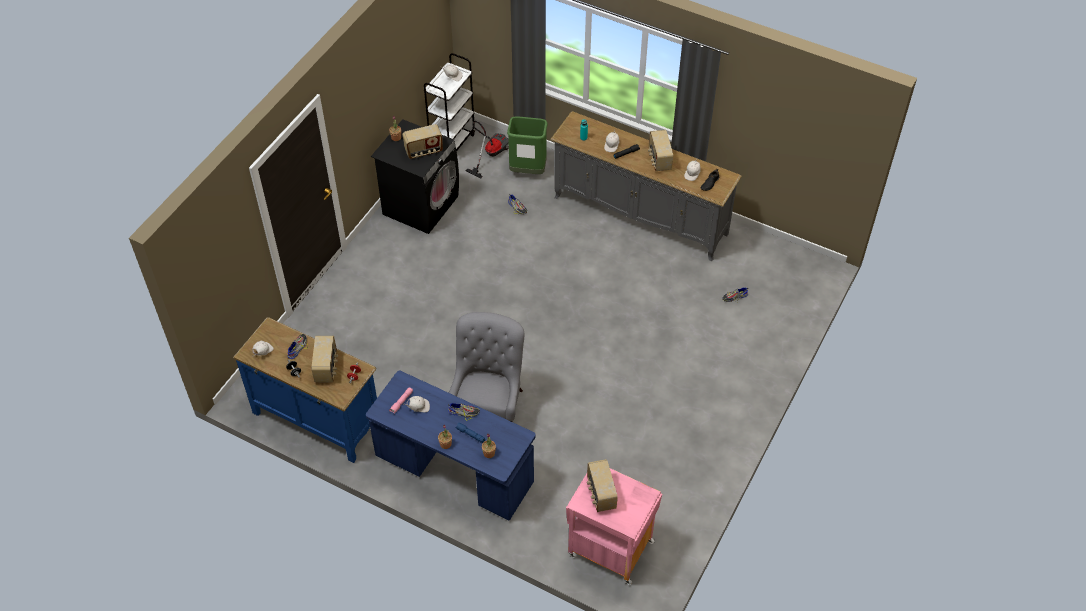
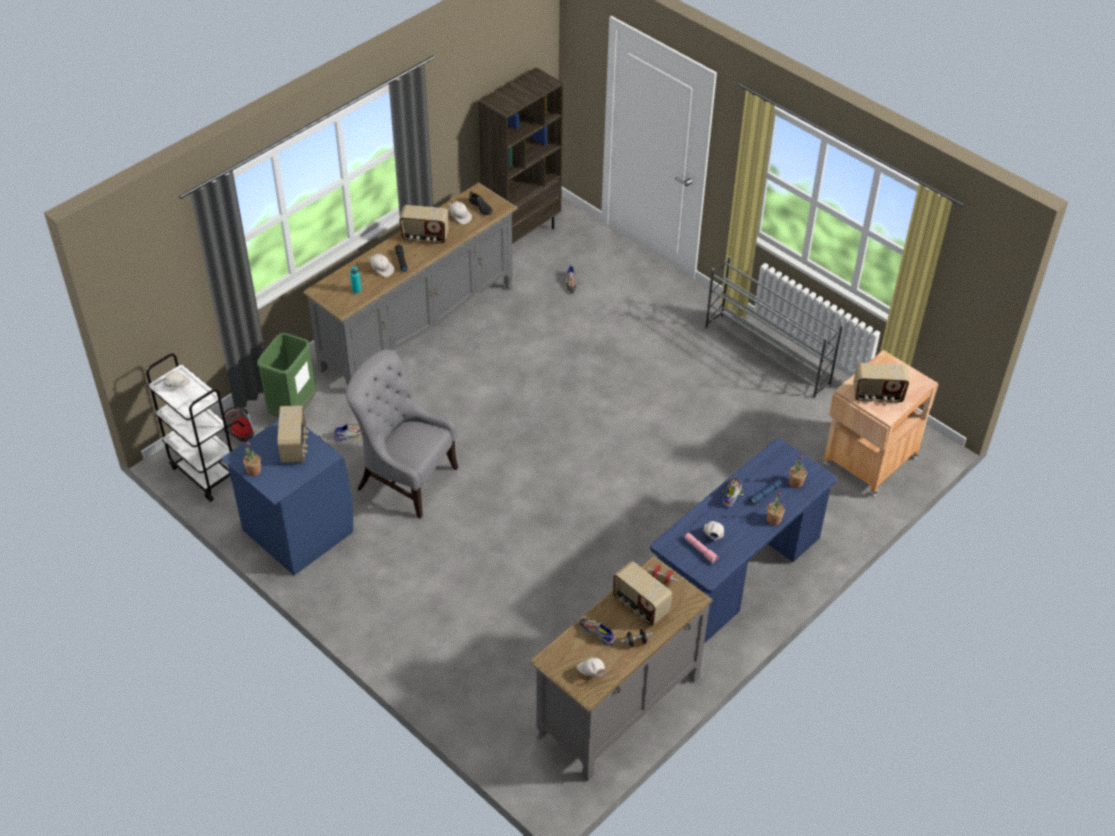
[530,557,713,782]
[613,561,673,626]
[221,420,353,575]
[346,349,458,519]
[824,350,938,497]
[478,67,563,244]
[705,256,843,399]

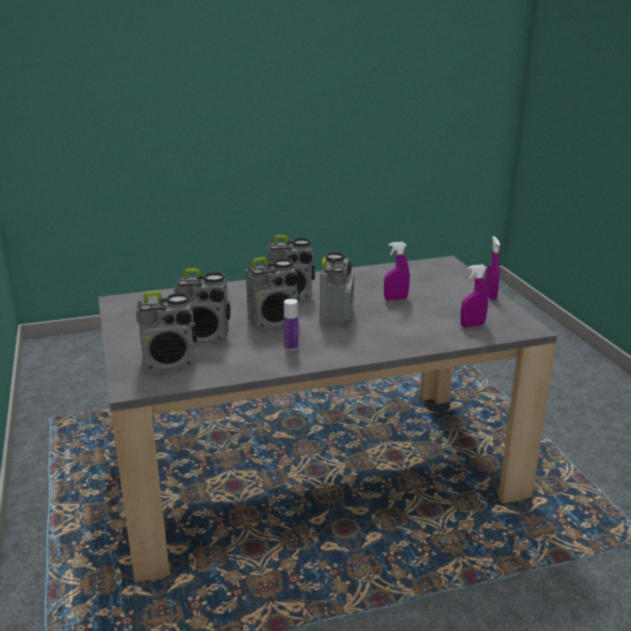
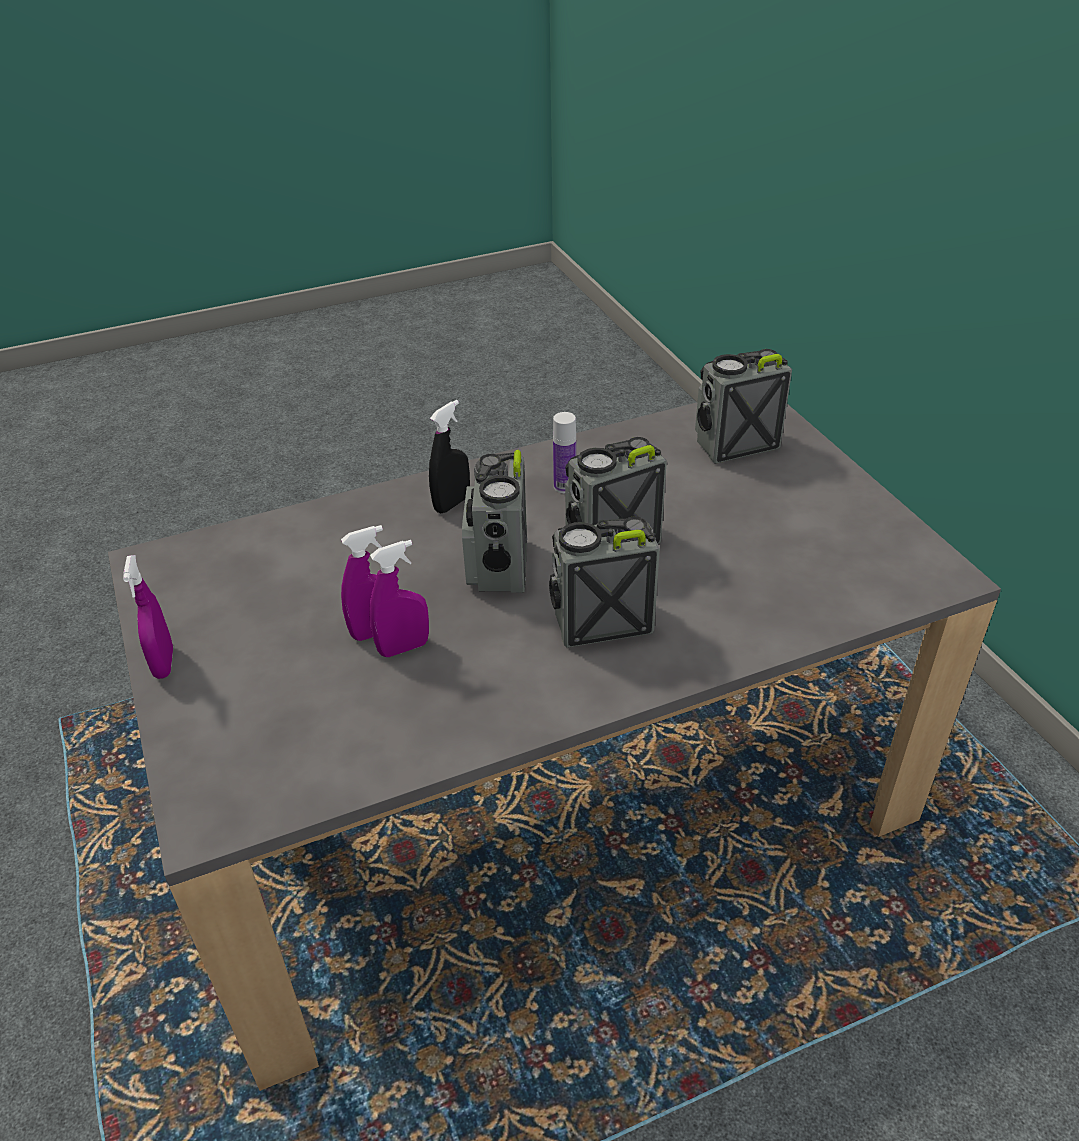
[174,269,230,343] (first image)
[369,540,429,657]
[429,400,470,513]

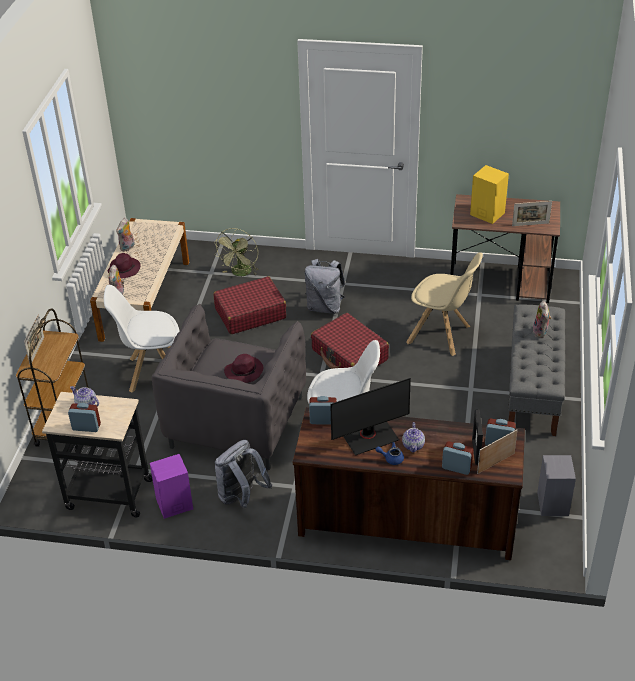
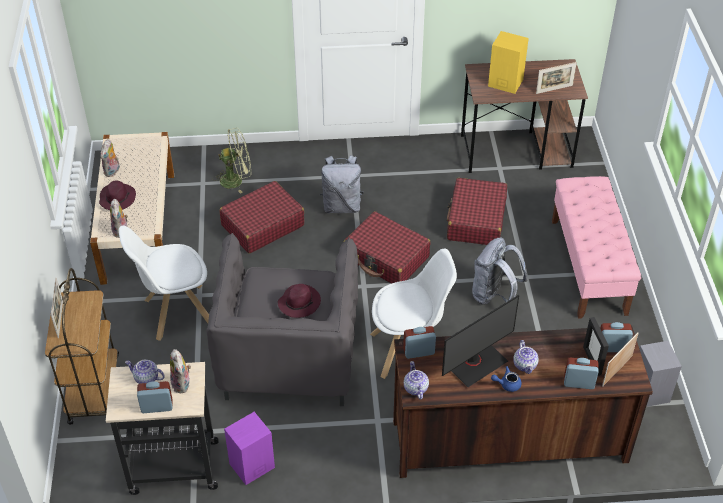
[213,128,251,194]
[472,238,527,305]
[447,178,507,245]
[552,176,641,319]
[170,349,191,393]
[404,361,429,400]

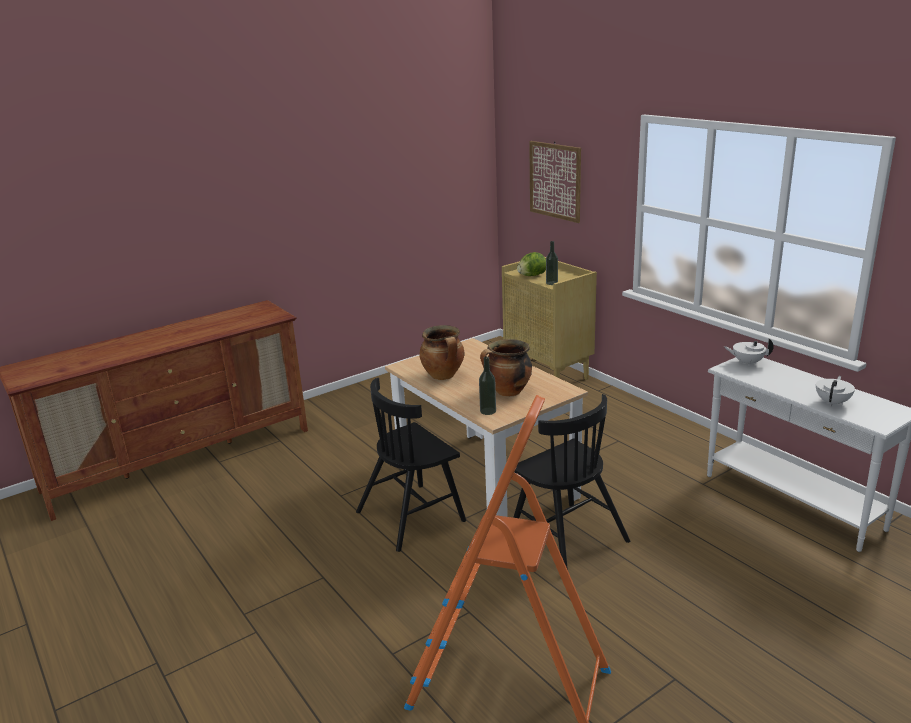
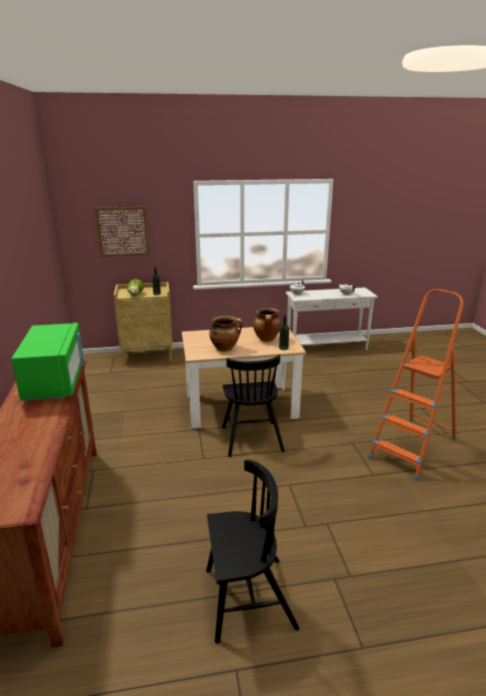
[206,460,300,644]
[11,323,84,401]

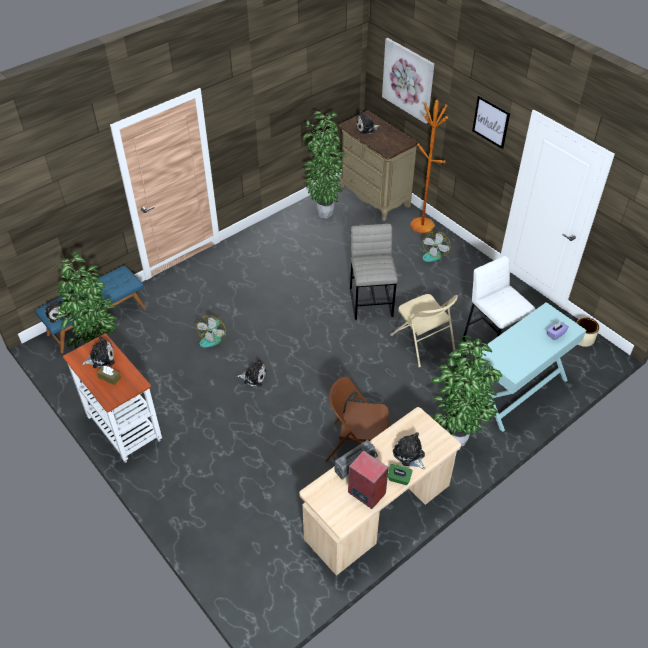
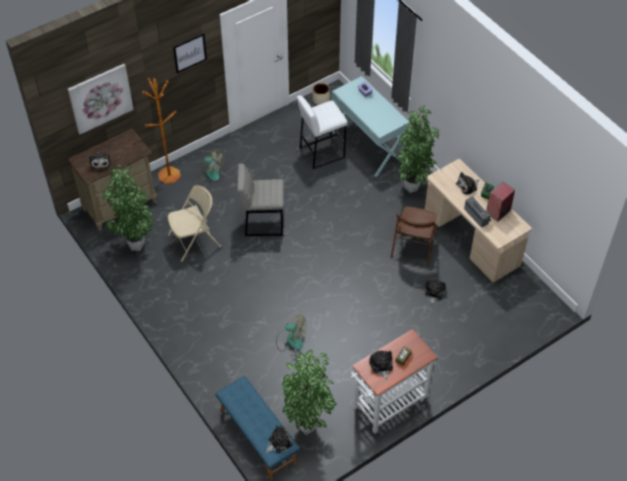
[425,279,445,305]
[168,185,221,262]

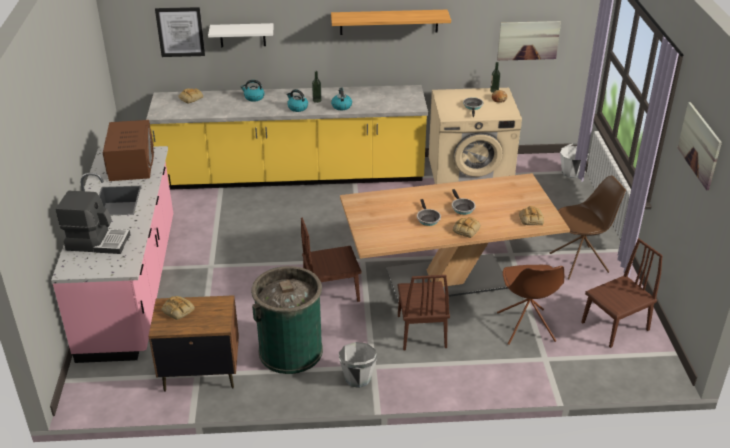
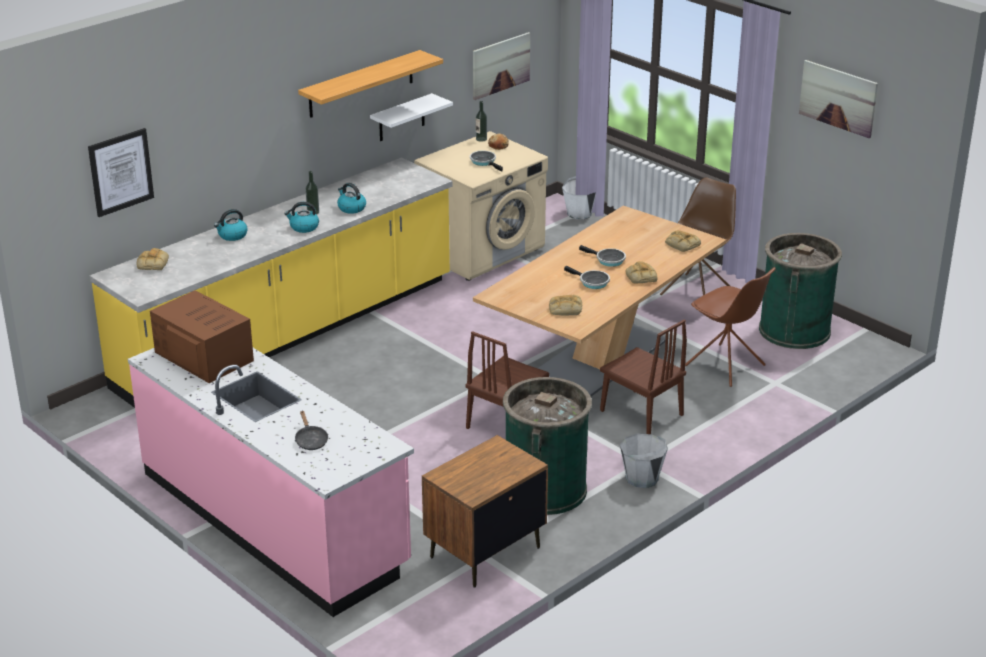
[295,411,328,450]
[549,295,582,315]
[370,93,453,141]
[759,233,842,349]

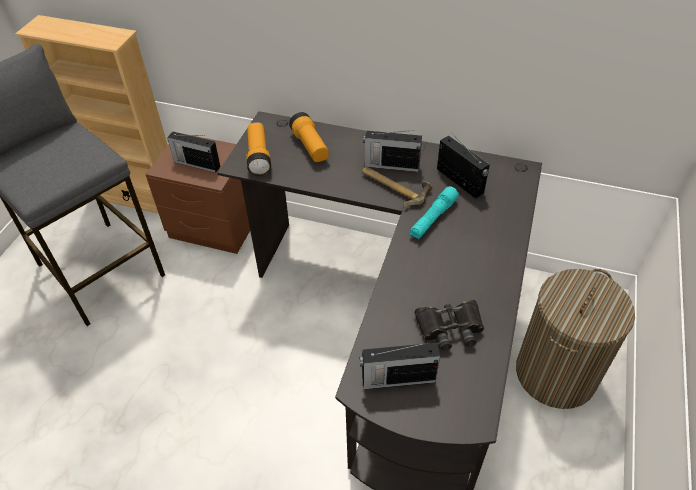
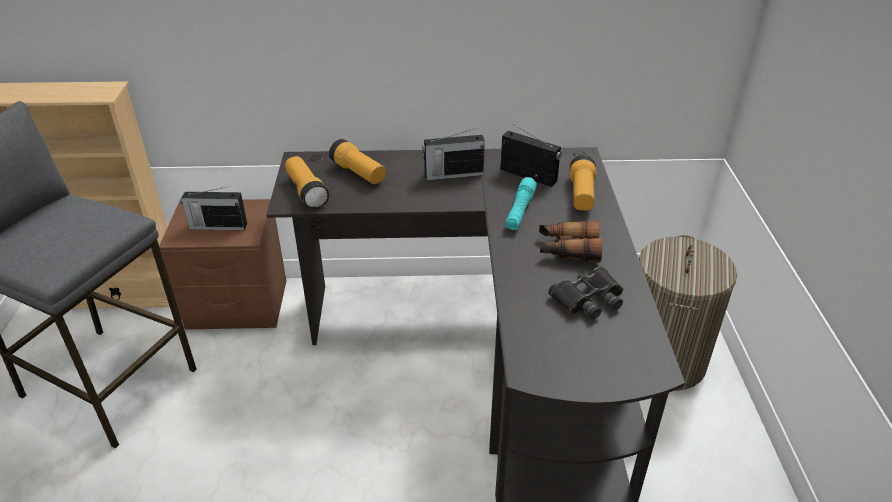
[359,342,440,389] (first image)
[362,167,432,207] (first image)
[539,221,602,263]
[570,155,596,211]

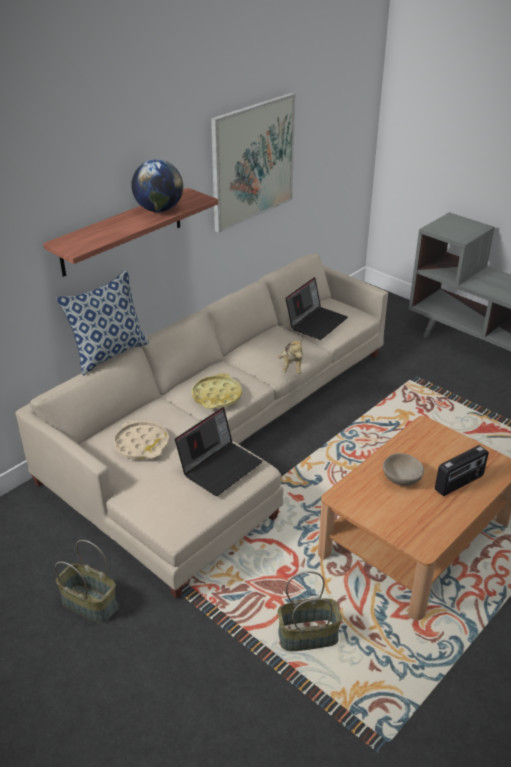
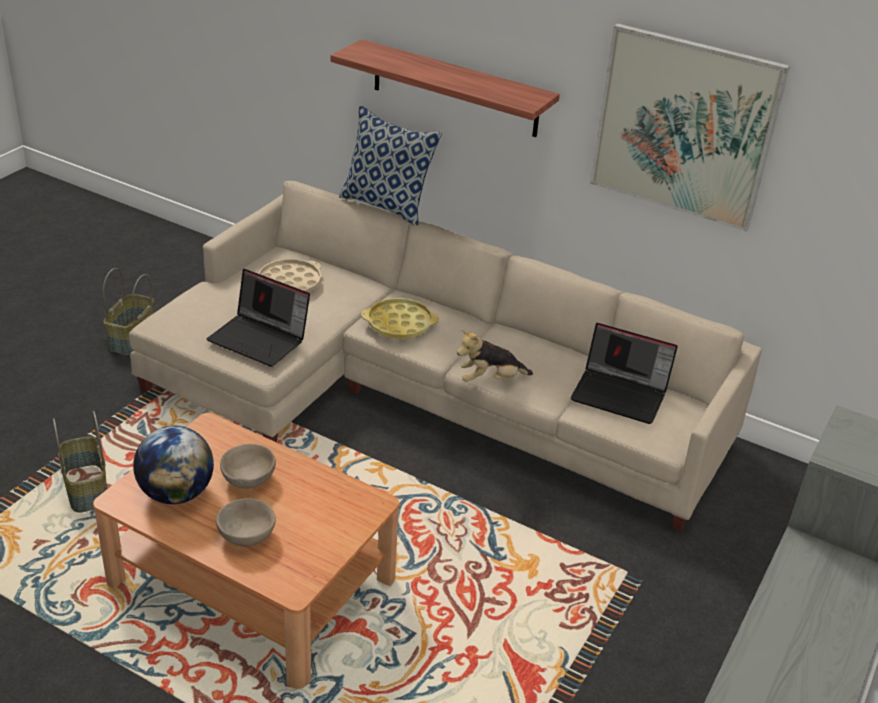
[133,426,214,504]
[216,498,276,547]

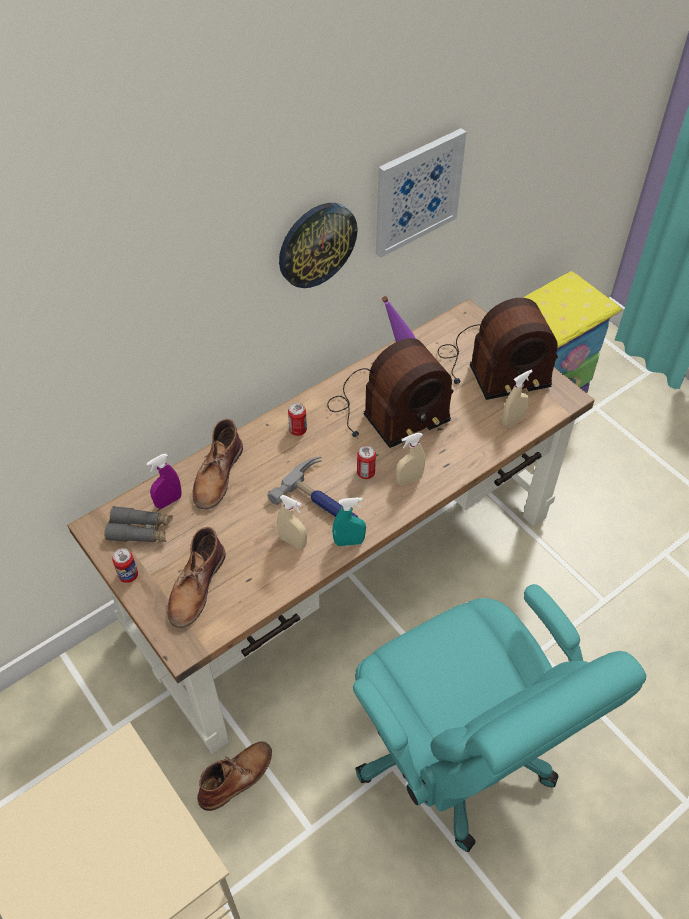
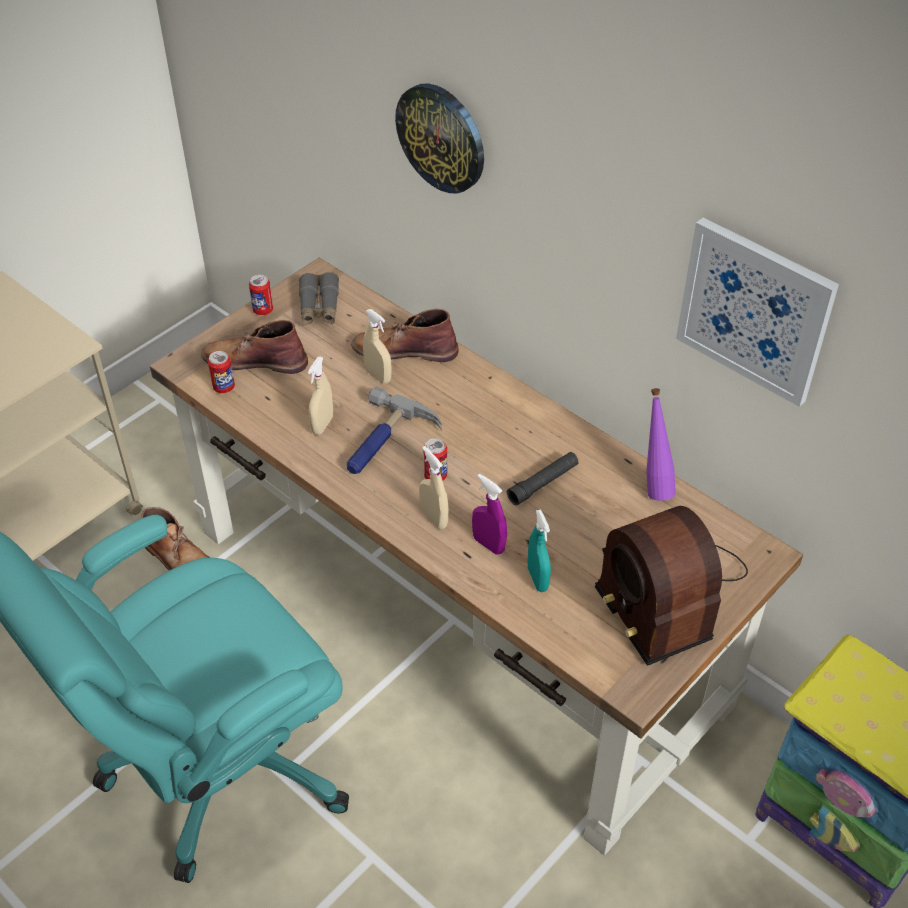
[472,474,507,554]
[395,83,484,193]
[208,351,235,393]
[507,452,579,506]
[528,509,551,592]
[363,309,392,384]

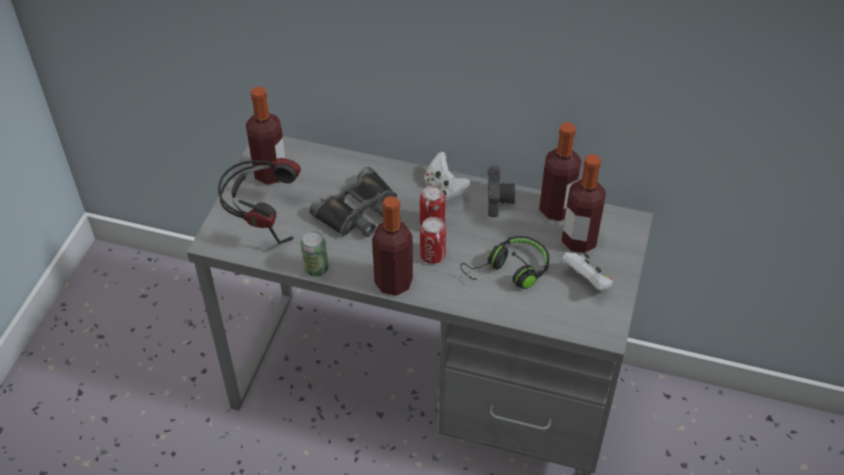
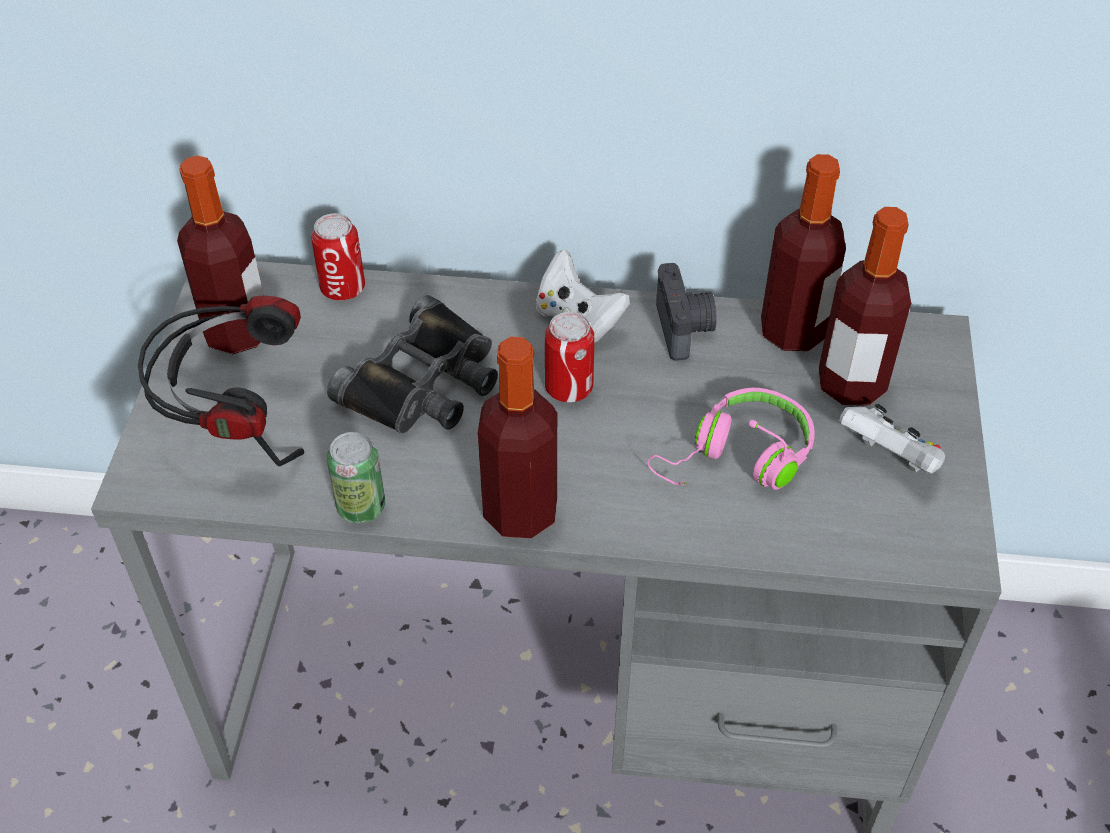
[311,213,365,301]
[647,388,815,490]

